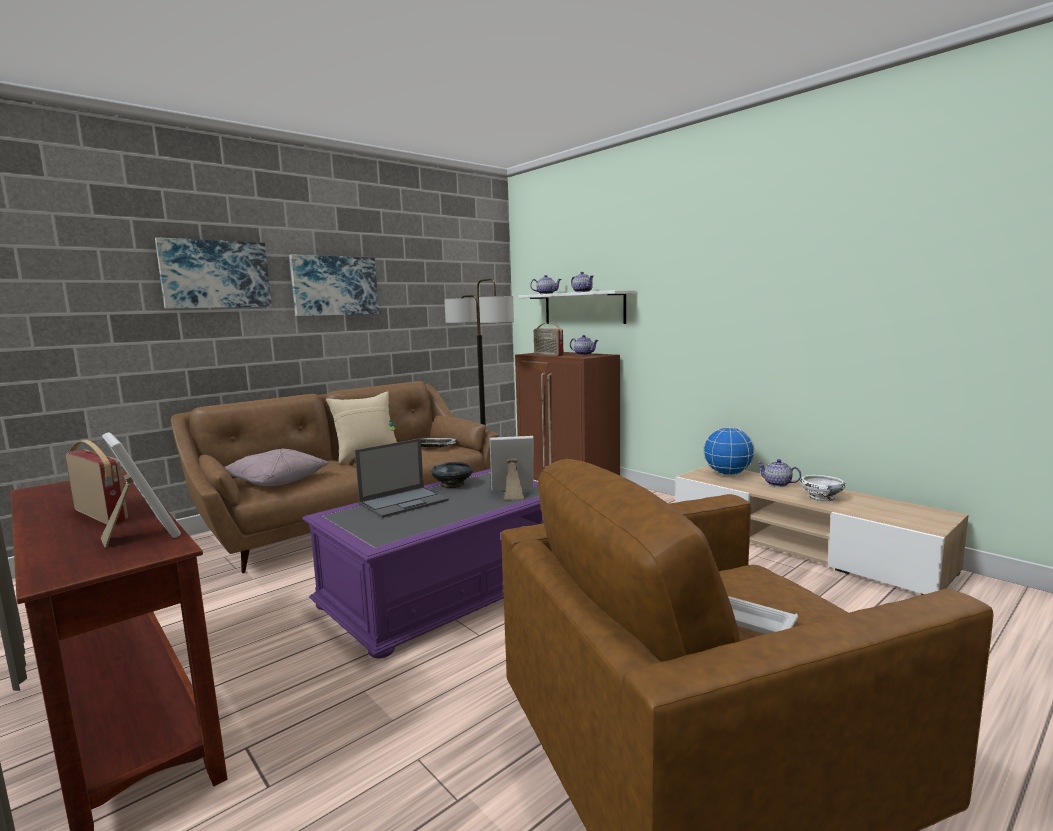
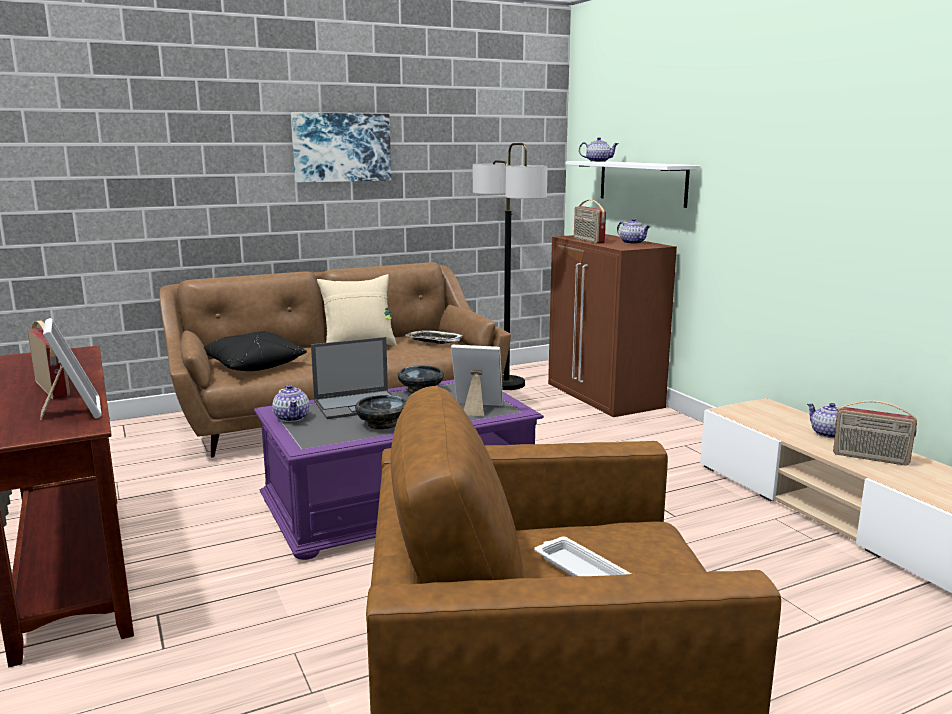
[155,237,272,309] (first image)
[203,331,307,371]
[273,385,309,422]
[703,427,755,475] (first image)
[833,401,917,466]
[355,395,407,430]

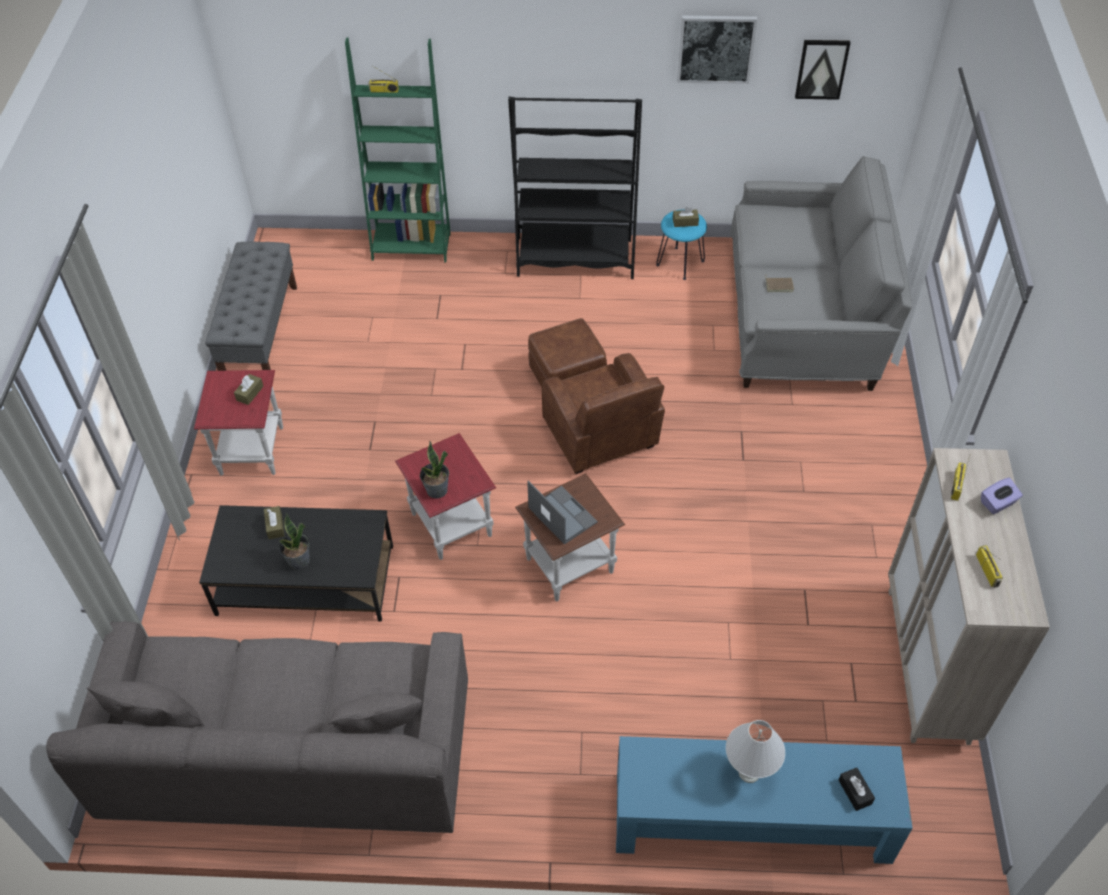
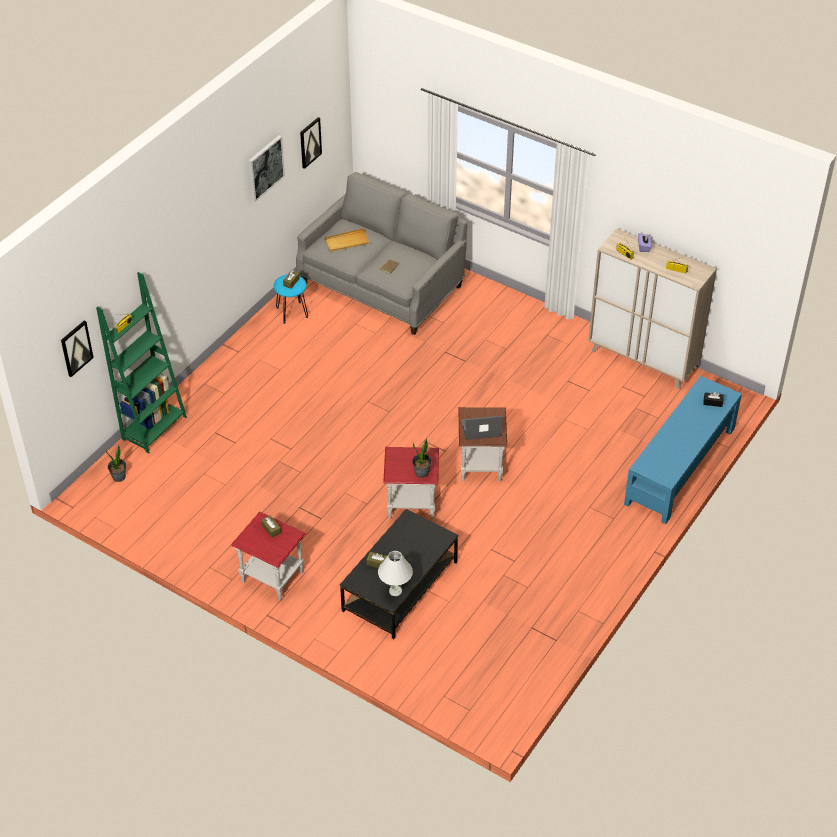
[46,621,468,833] (first image)
[205,242,297,371] (first image)
[106,444,126,482]
[508,97,642,279] (first image)
[528,318,665,474] (first image)
[378,551,413,596]
[61,321,94,377]
[324,228,370,252]

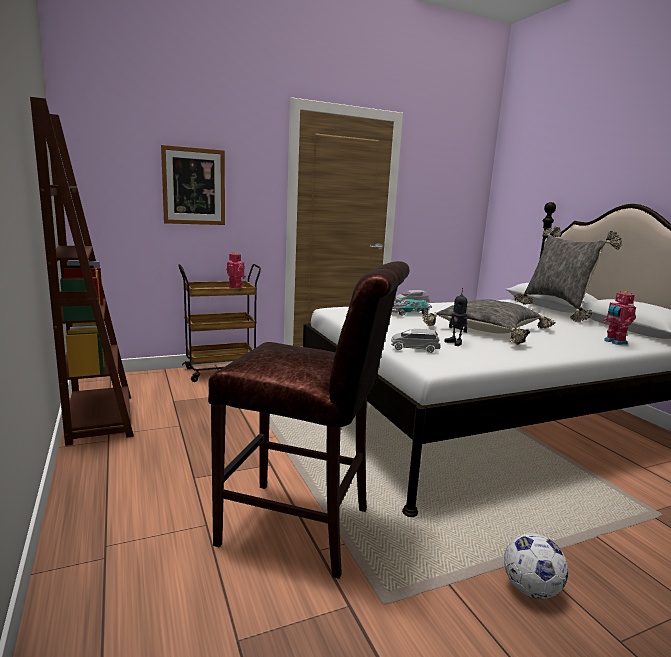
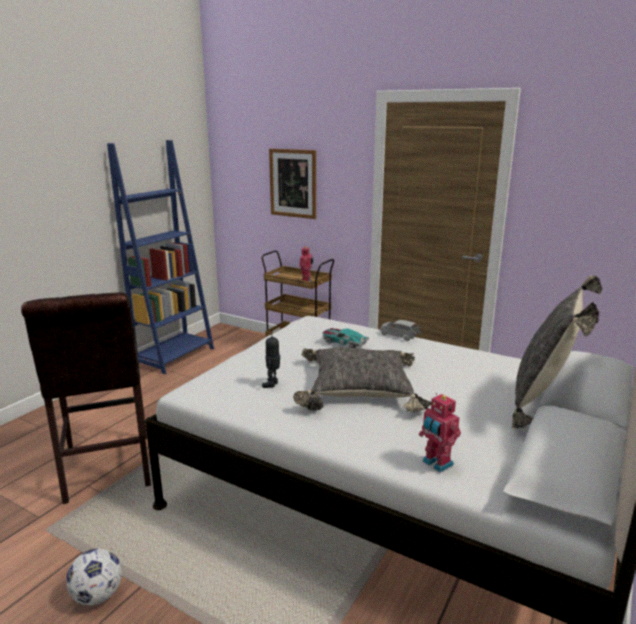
[107,140,214,374]
[391,329,441,353] (first image)
[419,393,461,472]

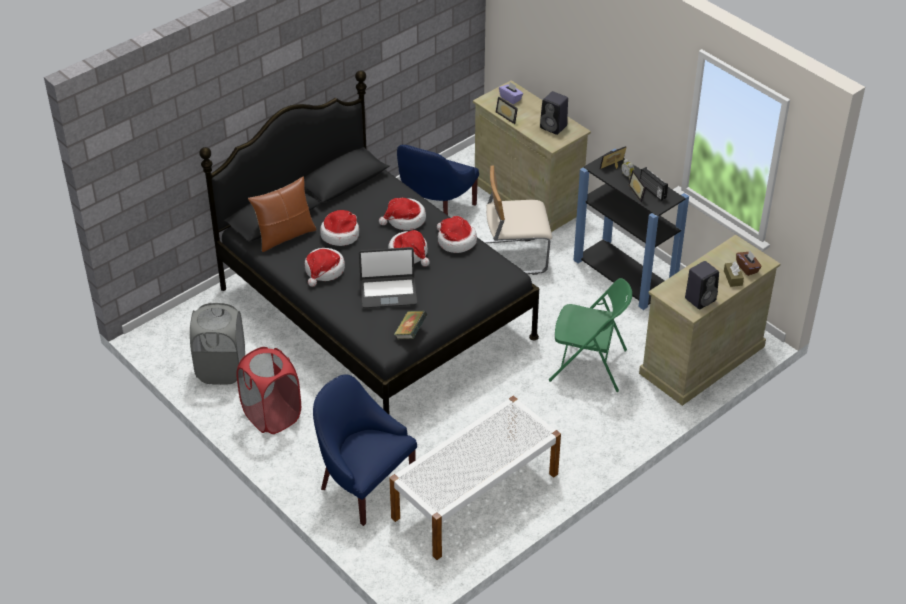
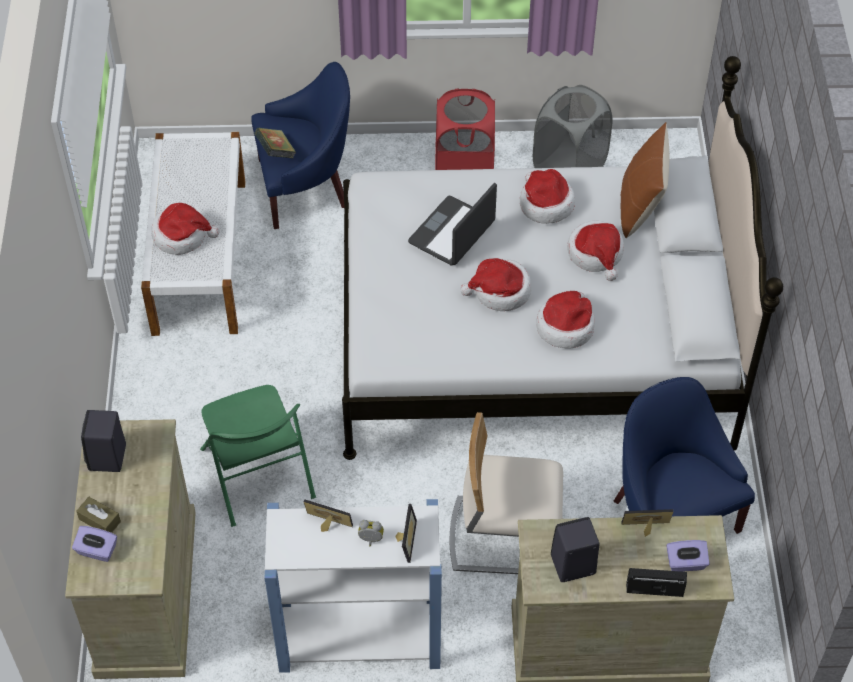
[342,56,783,460]
[254,128,296,158]
[152,203,219,255]
[450,412,563,574]
[200,385,316,527]
[265,499,442,673]
[626,568,687,597]
[72,526,117,562]

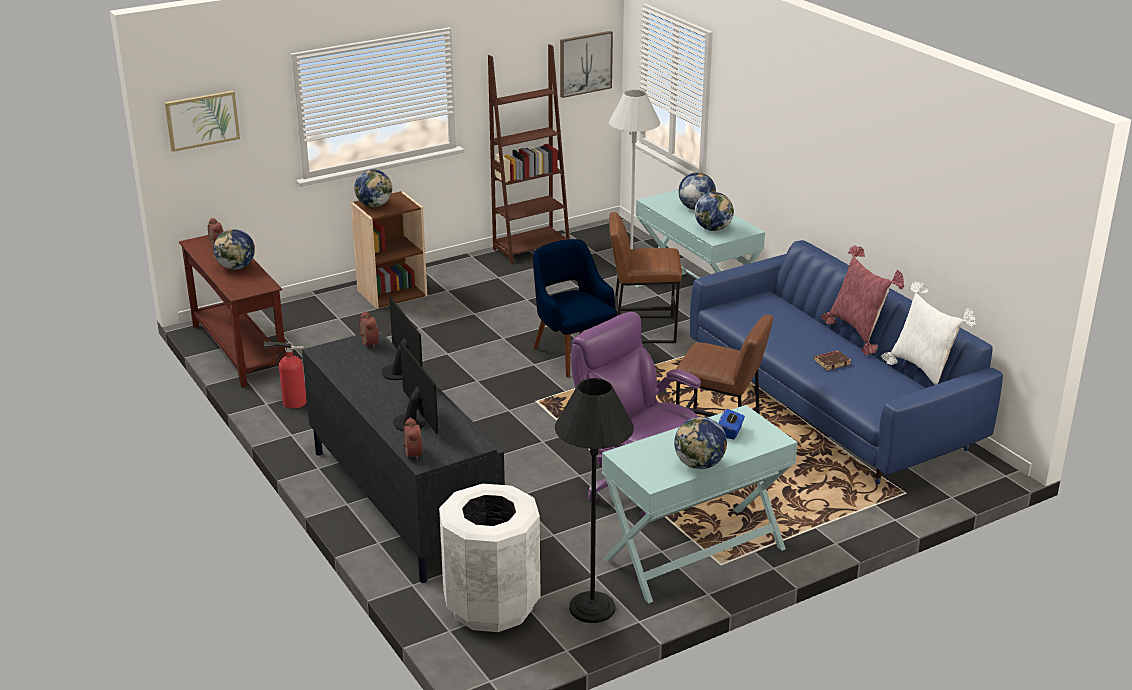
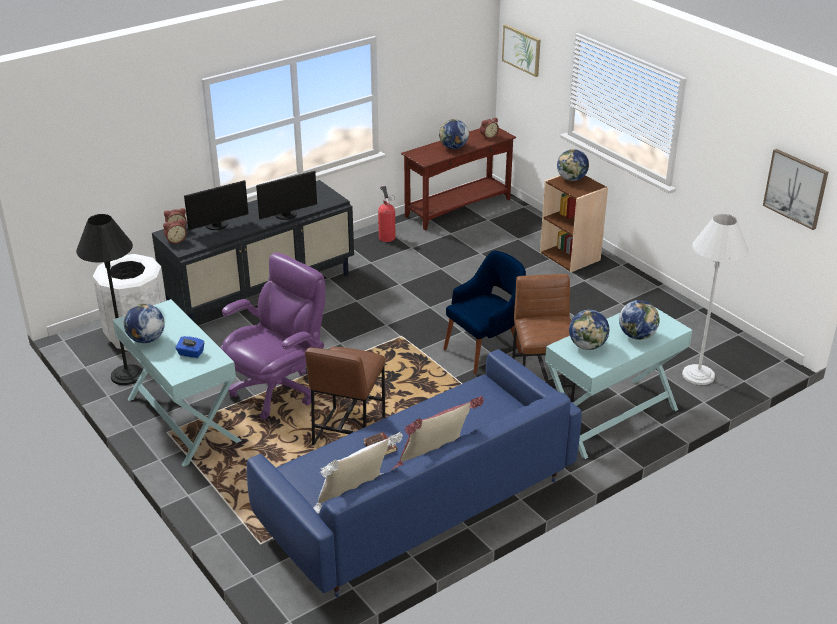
[163,219,187,244]
[488,44,570,264] (first image)

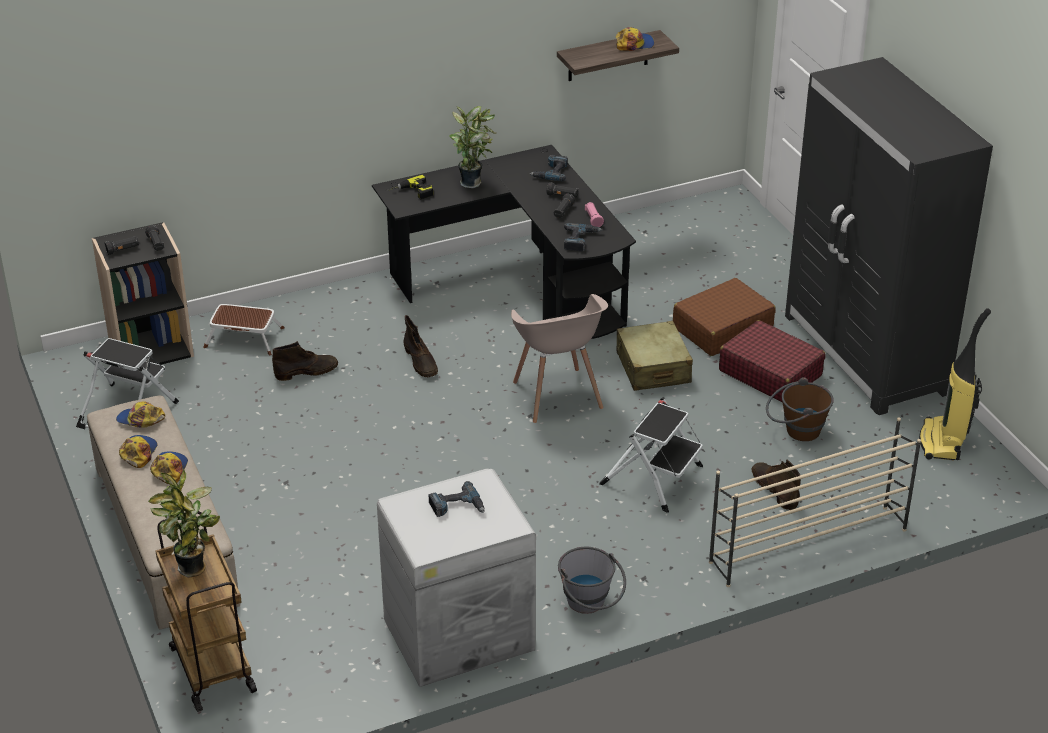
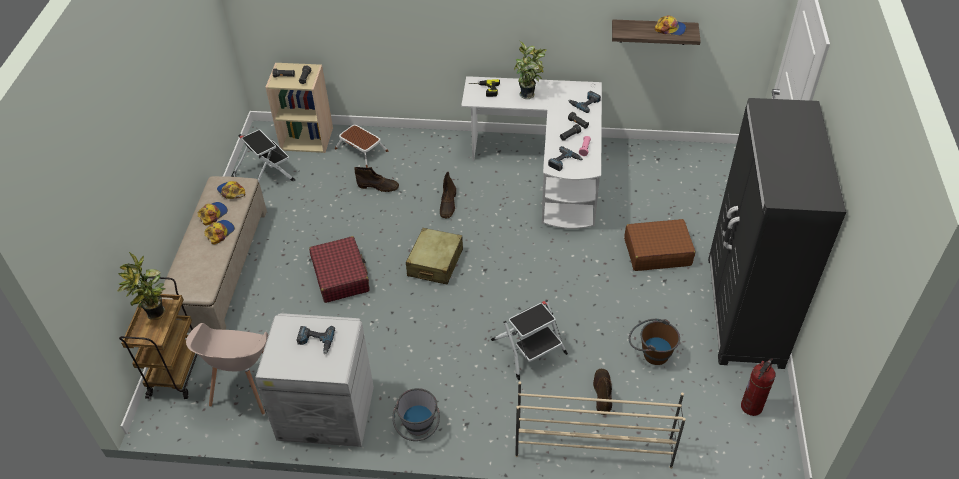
[265,63,333,153]
[461,76,602,229]
[186,323,268,414]
[406,228,463,285]
[309,236,370,303]
[741,358,776,416]

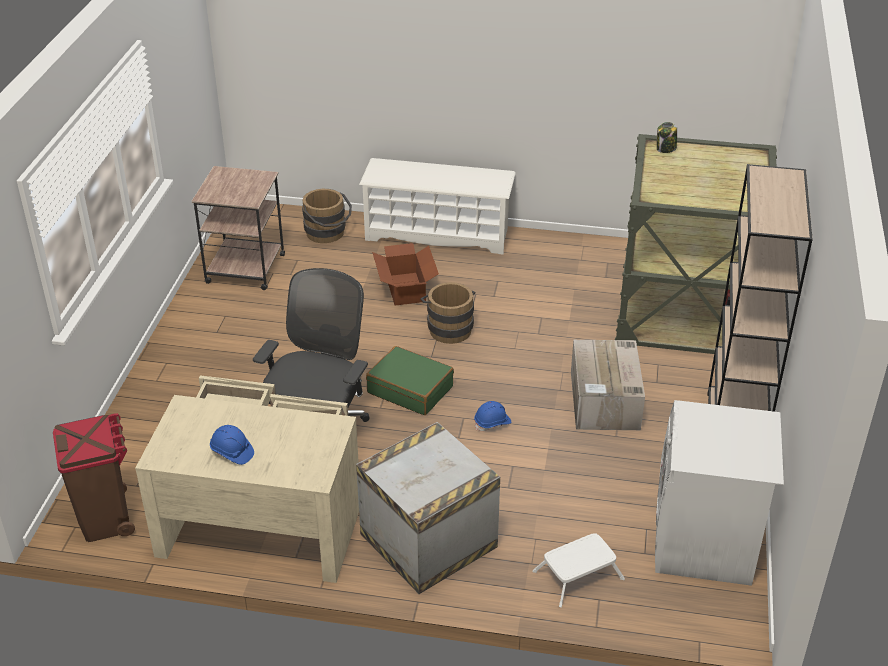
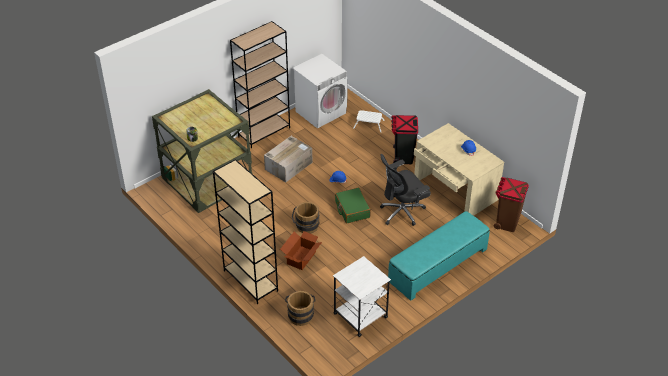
[333,256,391,337]
[391,115,418,164]
[213,159,278,304]
[388,211,490,301]

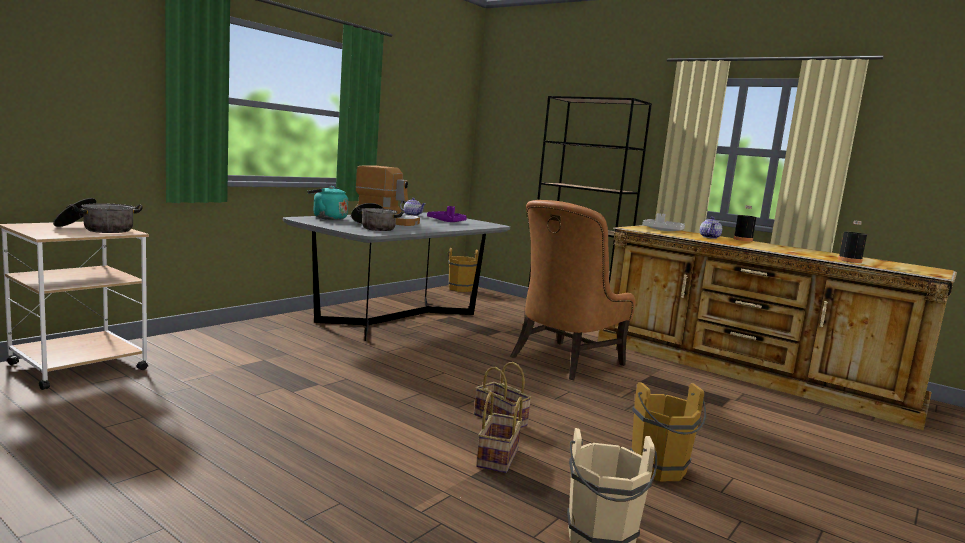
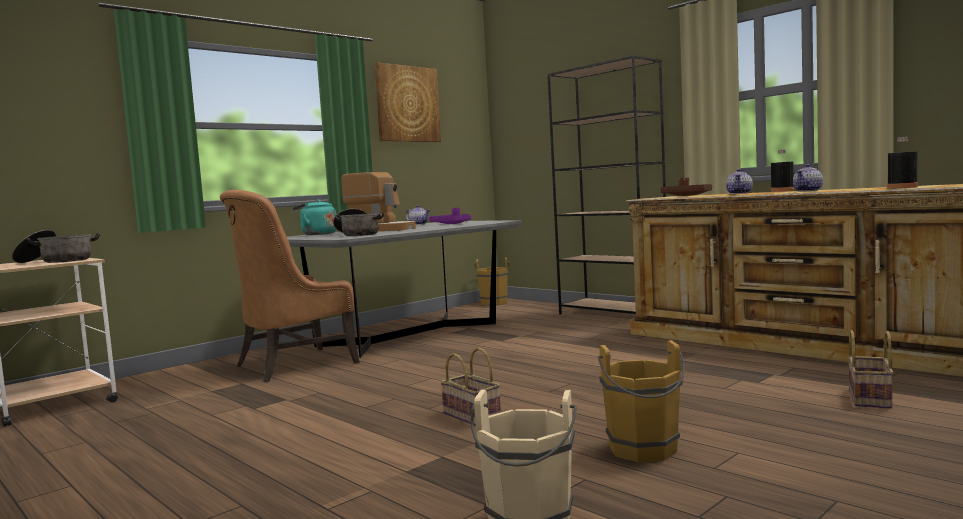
[848,330,894,408]
[220,190,360,382]
[661,178,712,196]
[375,63,441,142]
[793,164,823,192]

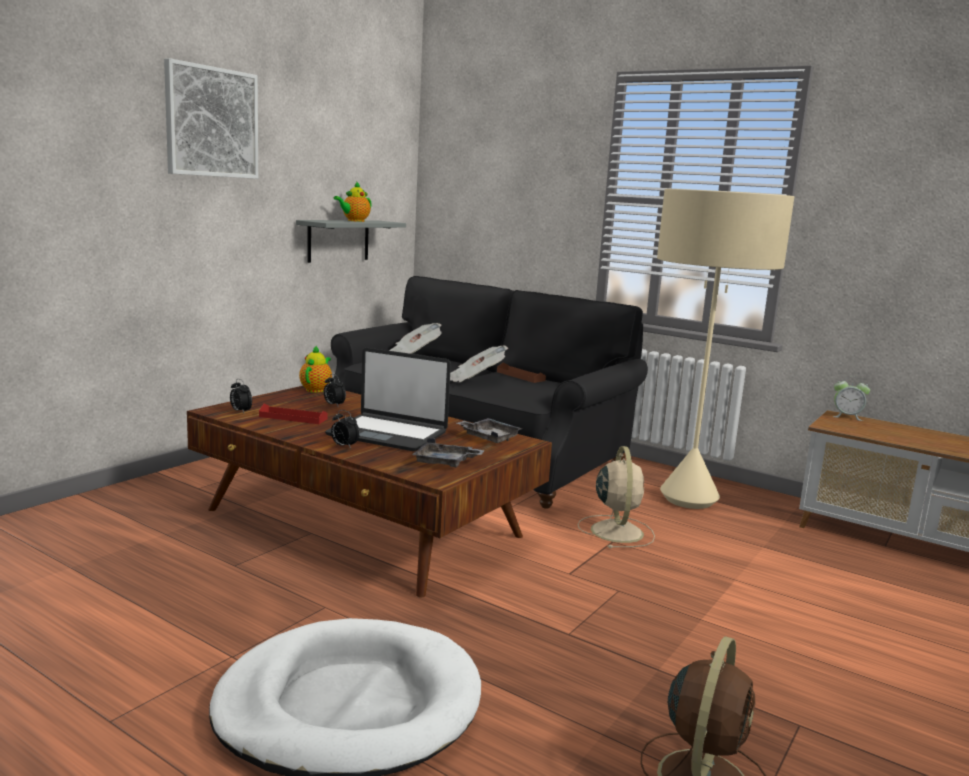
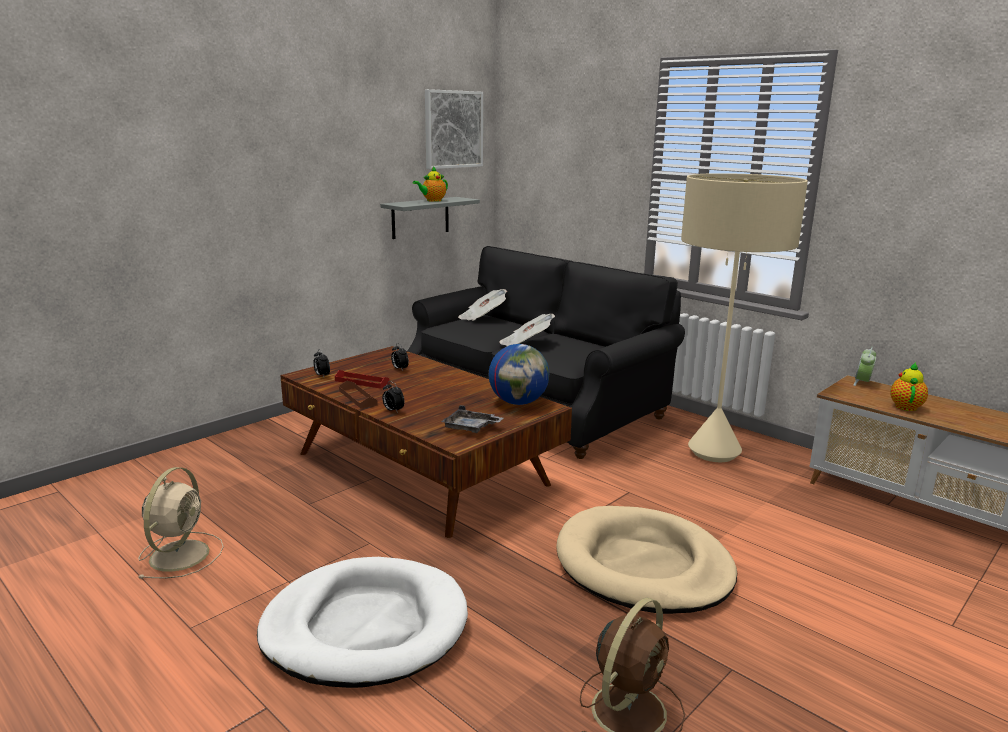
[425,89,483,169]
[890,362,928,411]
[325,348,451,451] (first image)
[489,344,549,405]
[339,381,378,409]
[138,467,224,579]
[854,347,876,386]
[556,506,737,614]

